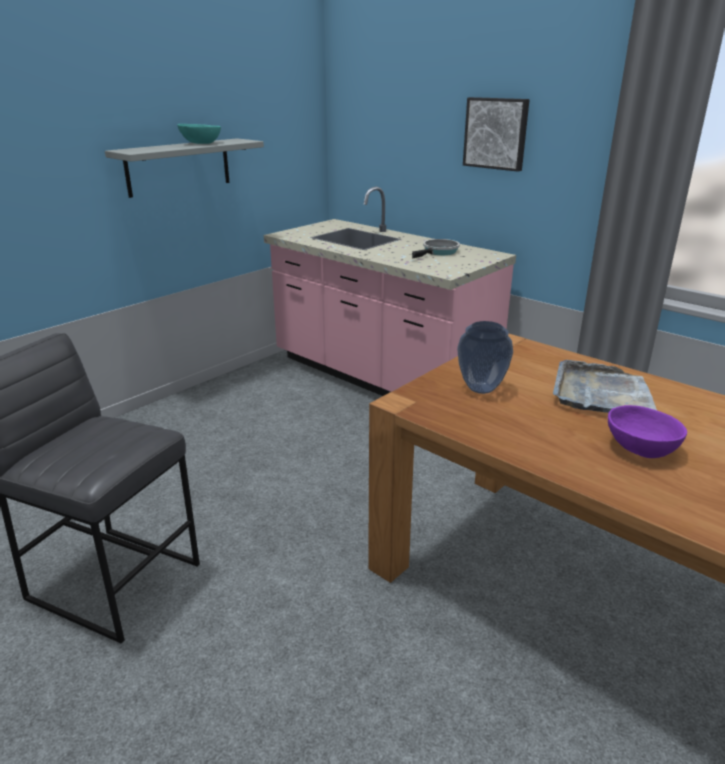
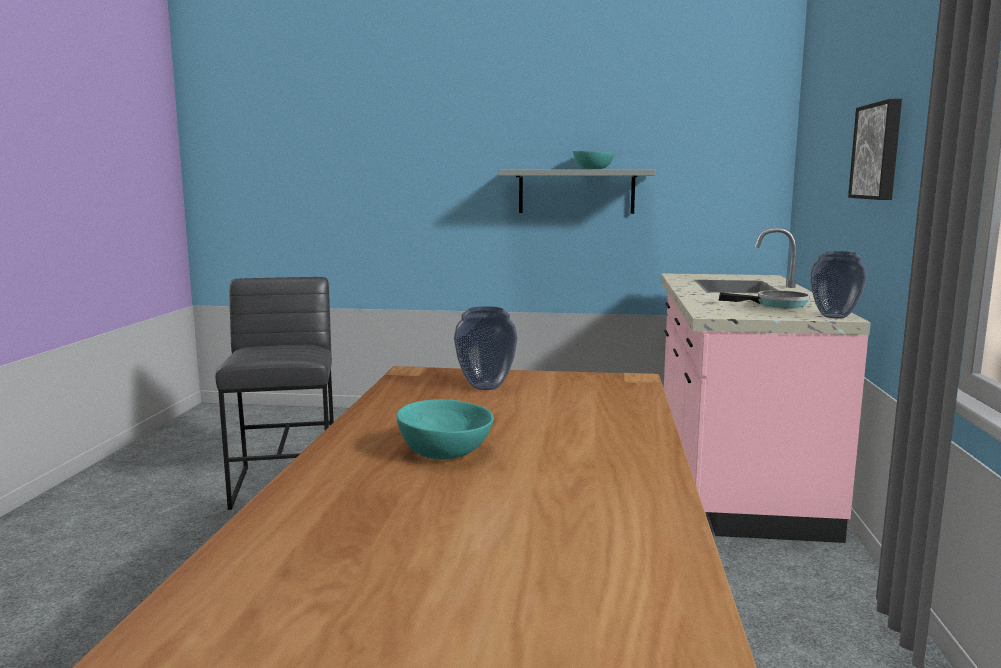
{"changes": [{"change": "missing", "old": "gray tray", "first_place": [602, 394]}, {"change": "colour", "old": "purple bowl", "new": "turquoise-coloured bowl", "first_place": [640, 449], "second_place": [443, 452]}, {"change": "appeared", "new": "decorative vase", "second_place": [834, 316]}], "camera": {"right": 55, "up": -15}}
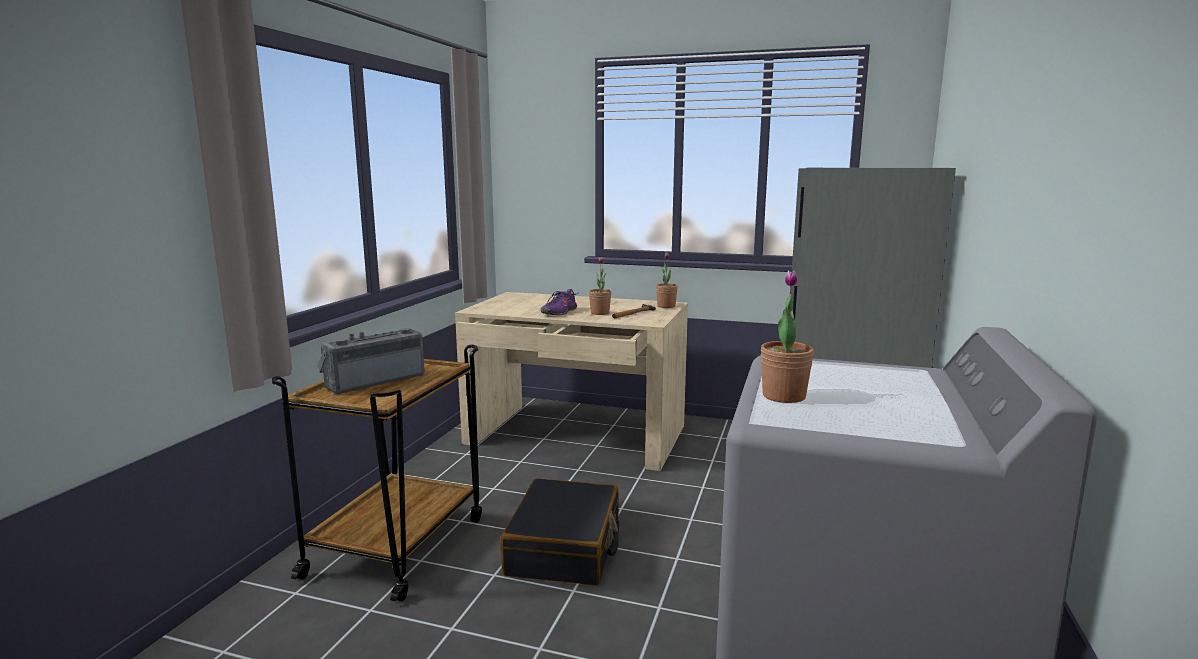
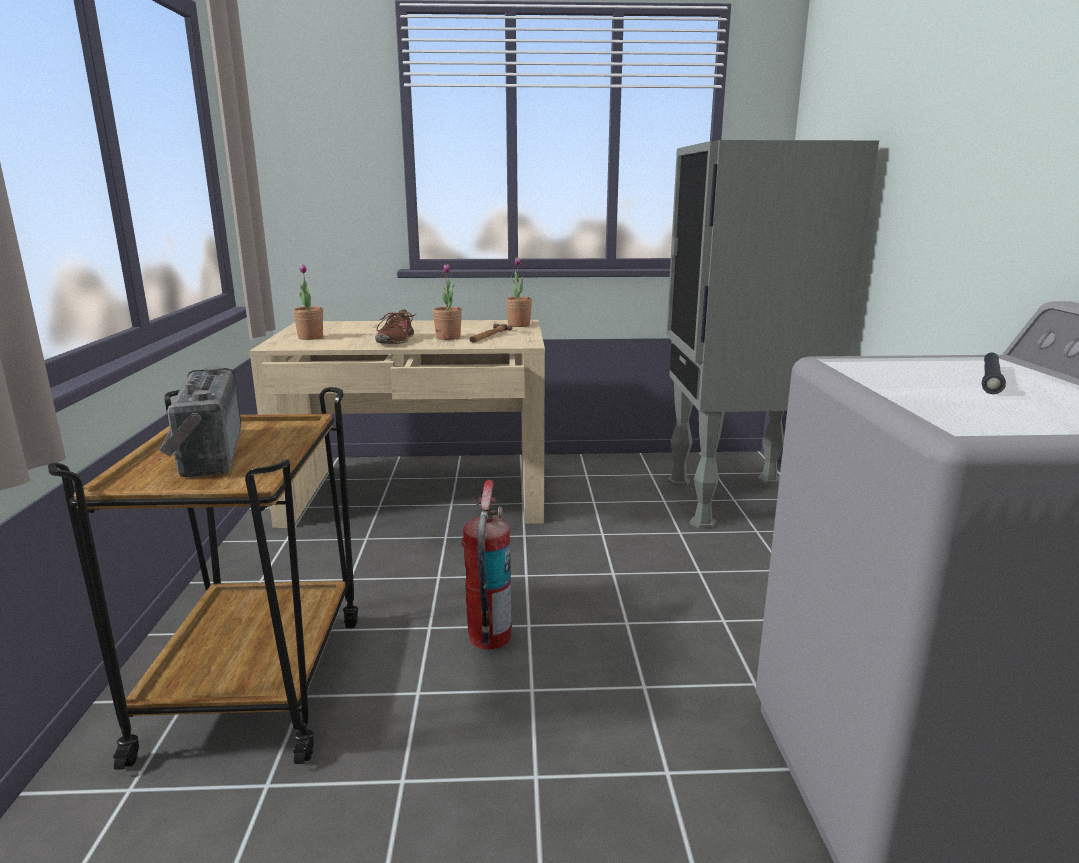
{"changes": [{"change": "spun", "old": "radio", "first_place": [374, 381], "second_place": [204, 453], "degrees": -45}, {"change": "exchanged", "old": "black suitcase", "new": "fire-fighting cylinder", "first_place": [565, 548], "second_place": [488, 637]}, {"change": "colour", "old": "purple low shoe", "new": "brown-coloured low shoe", "first_place": [559, 312], "second_place": [395, 340]}, {"change": "relocated", "old": "plant in a pot", "first_place": [783, 396], "second_place": [310, 337]}, {"change": "appeared", "new": "black flashlight", "second_place": [990, 379]}], "camera": {"right": -20, "up": 5}}
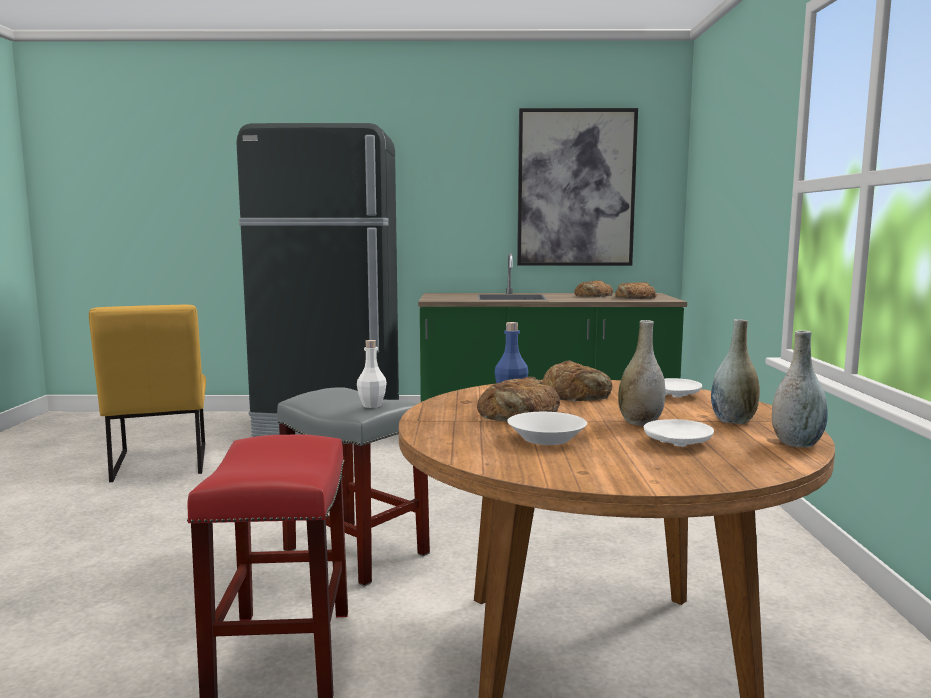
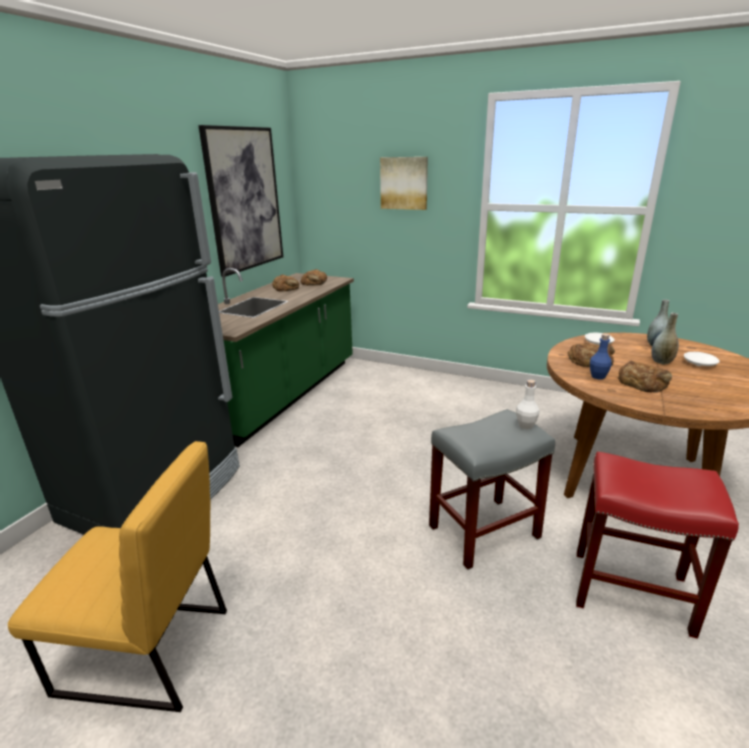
{"changes": [{"change": "missing", "old": "whitish bowl", "first_place": [547, 439]}, {"change": "missing", "old": "gray decorative vase", "first_place": [796, 443]}, {"change": "appeared", "new": "wall art", "second_place": [404, 183]}], "camera": {"right": -65, "up": 15}}
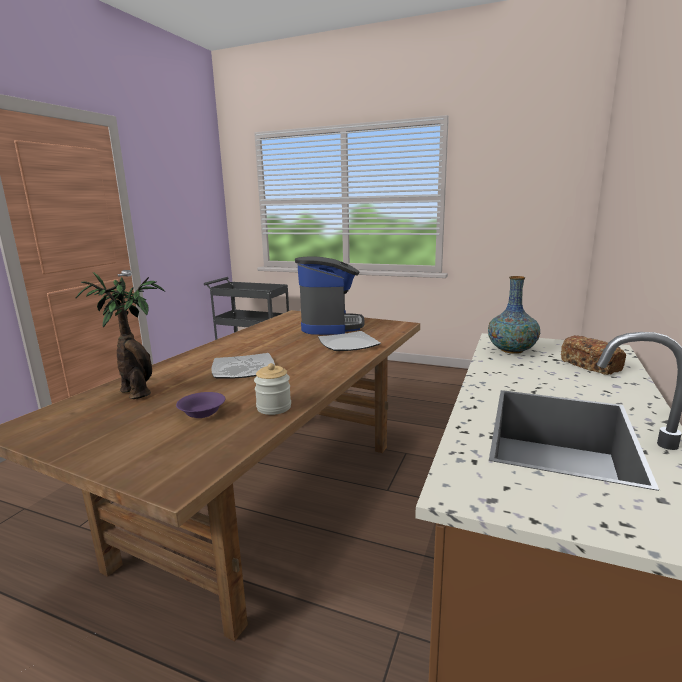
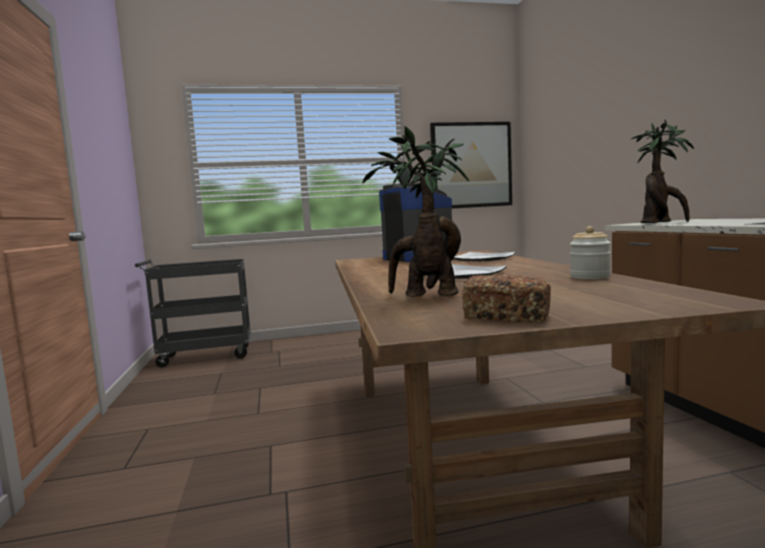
{"changes": [{"change": "missing", "old": "purple bowl", "first_place": [201, 413]}, {"change": "exchanged", "old": "decorative vase", "new": "plant in a pot", "first_place": [511, 350], "second_place": [661, 223]}, {"change": "relocated", "old": "bakery bread", "first_place": [590, 366], "second_place": [507, 317]}, {"change": "appeared", "new": "wall art", "second_place": [471, 165]}], "camera": {"right": -35, "up": -10}}
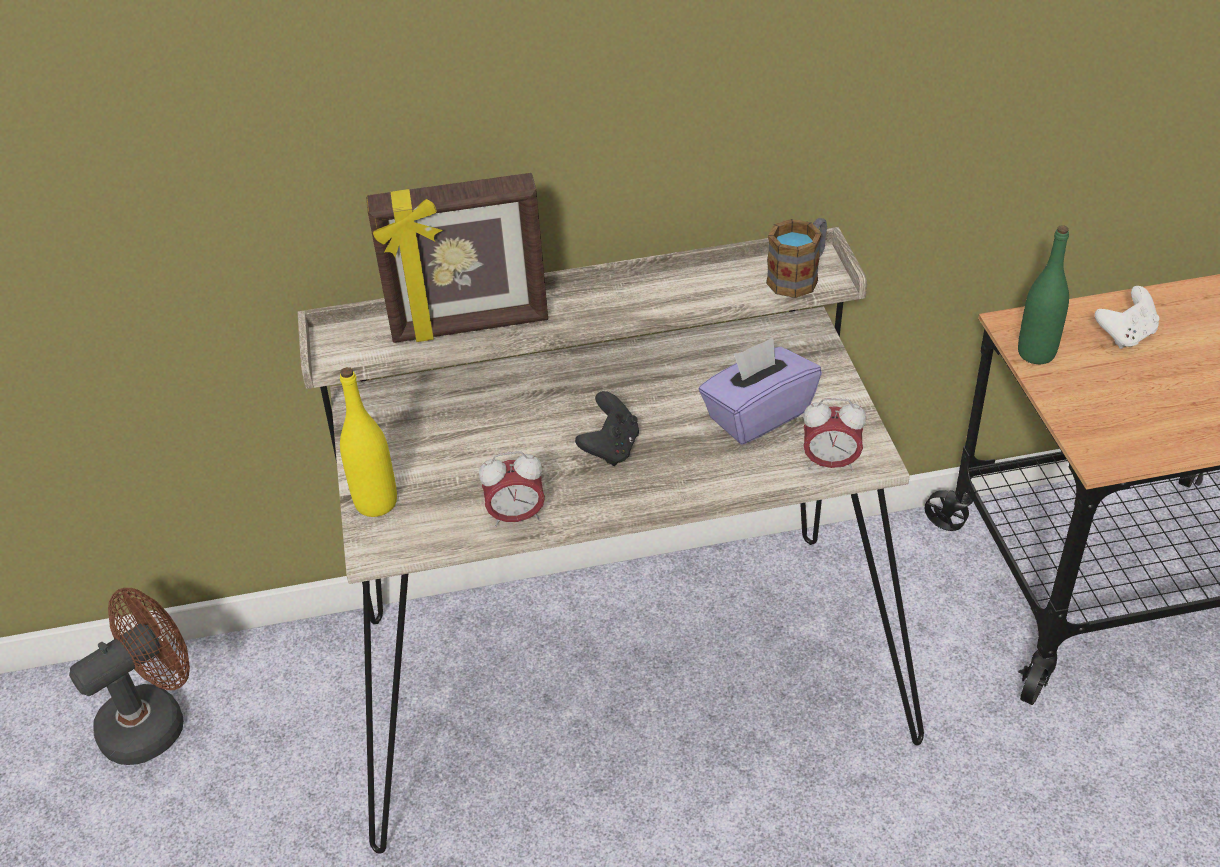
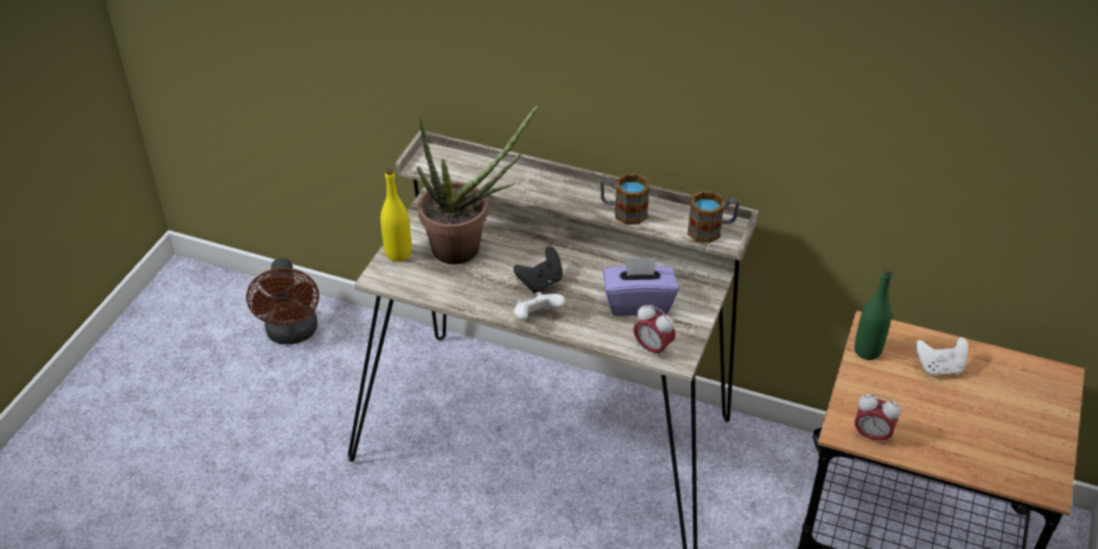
{"changes": [{"change": "spun", "old": "brown-coloured fan", "first_place": [154, 720], "second_place": [292, 334], "degrees": 90}, {"change": "missing", "old": "standing frame", "first_place": [470, 327]}, {"change": "relocated", "old": "bedside clock", "first_place": [516, 517], "second_place": [871, 435]}, {"change": "appeared", "new": "plant in a pot", "second_place": [467, 249]}, {"change": "appeared", "new": "whitish joypad", "second_place": [536, 318]}, {"change": "appeared", "new": "tea mug", "second_place": [623, 212]}], "camera": {"right": 30, "up": 0}}
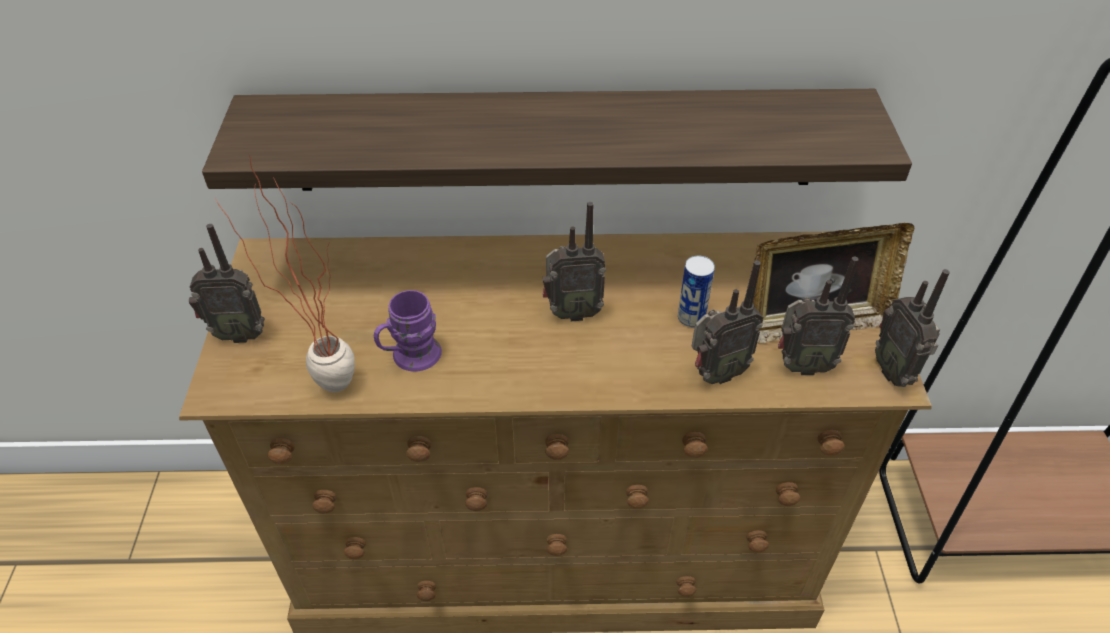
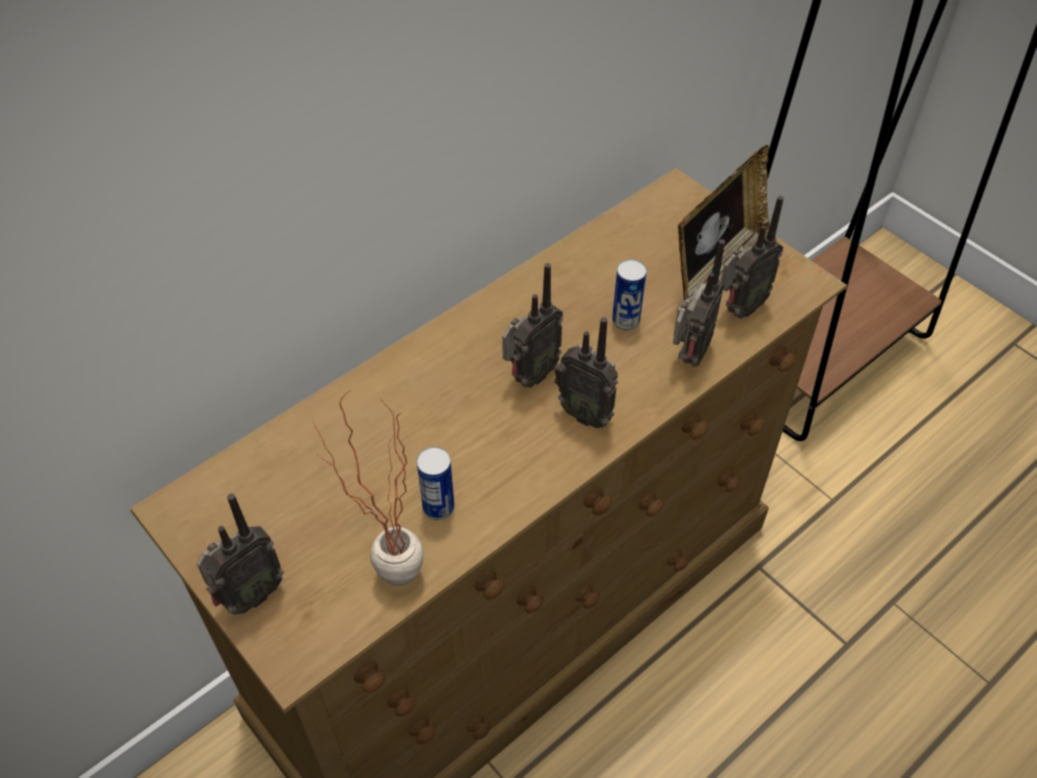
{"changes": [{"change": "missing", "old": "shelf", "first_place": [556, 140]}, {"change": "exchanged", "old": "purple tea mug", "new": "can", "first_place": [410, 358], "second_place": [438, 507]}, {"change": "relocated", "old": "radio", "first_place": [894, 371], "second_place": [585, 413]}], "camera": {"right": -40, "up": 5}}
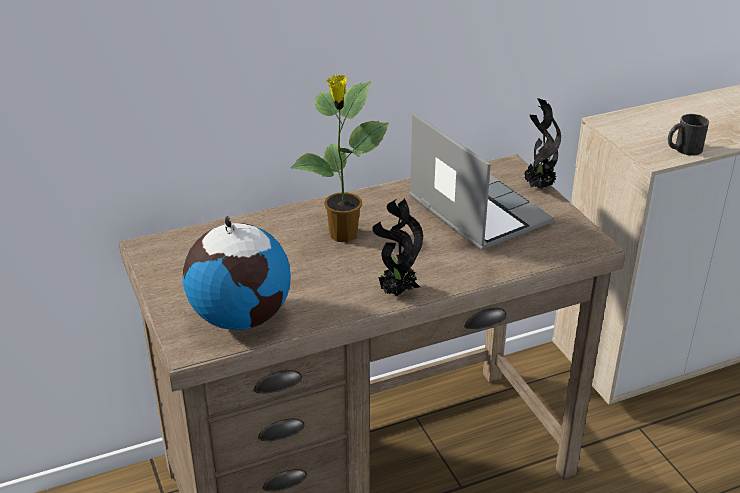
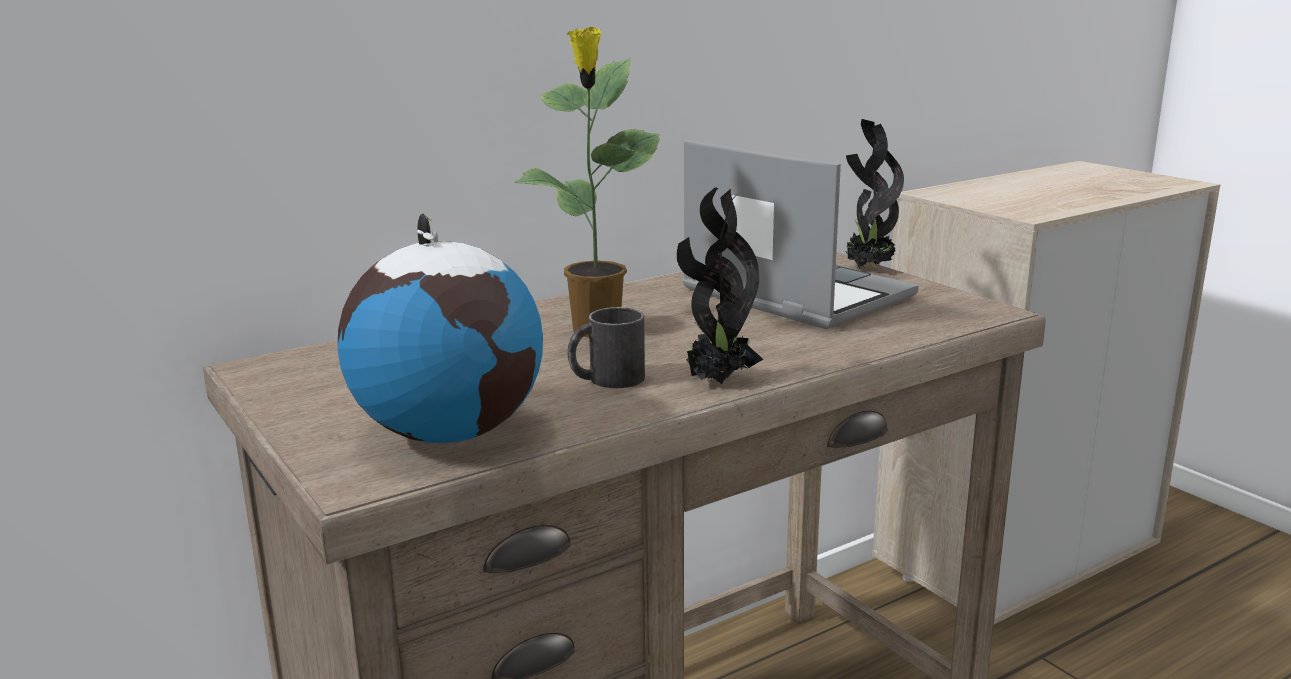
{"changes": [{"change": "relocated", "old": "black tea mug", "first_place": [683, 149], "second_place": [606, 379]}], "camera": {"right": -10, "up": -15}}
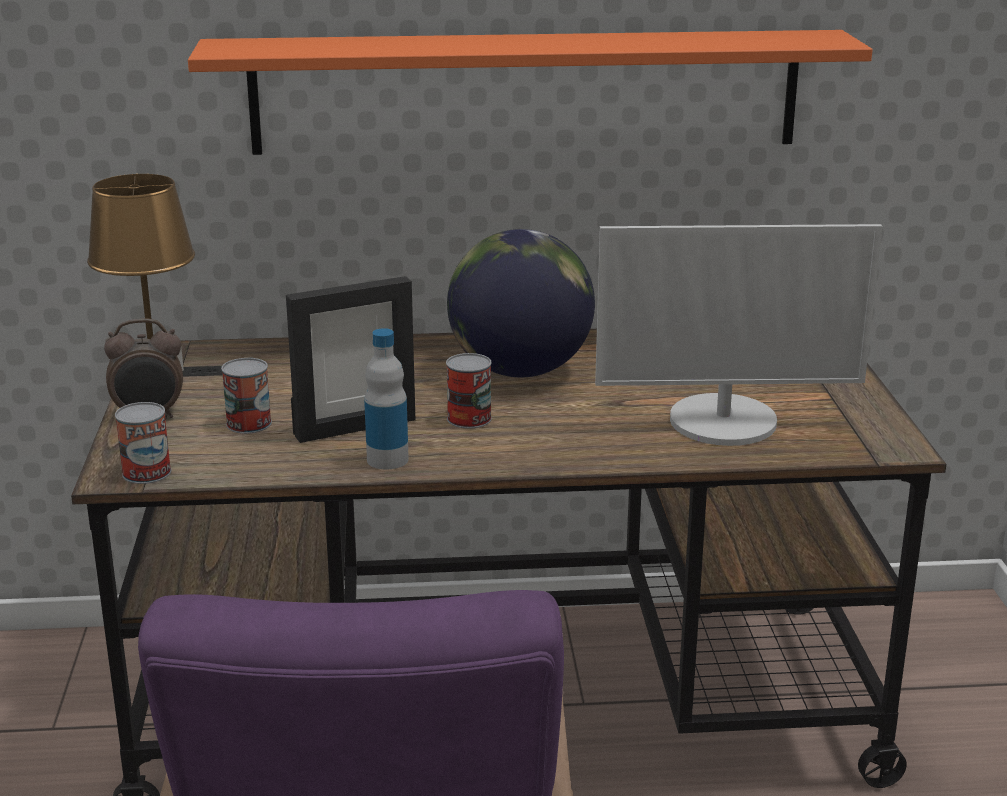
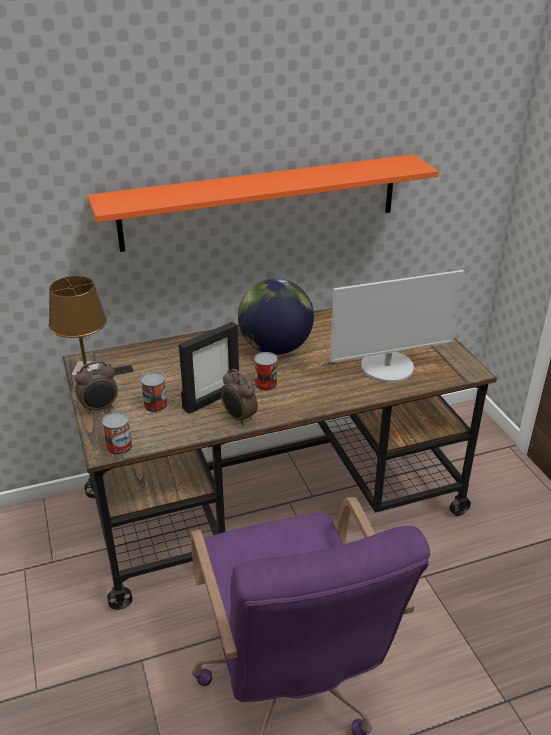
{"changes": [{"change": "exchanged", "old": "bottle", "new": "bedside clock", "first_place": [387, 460], "second_place": [239, 418]}], "camera": {"right": -15, "up": 10}}
